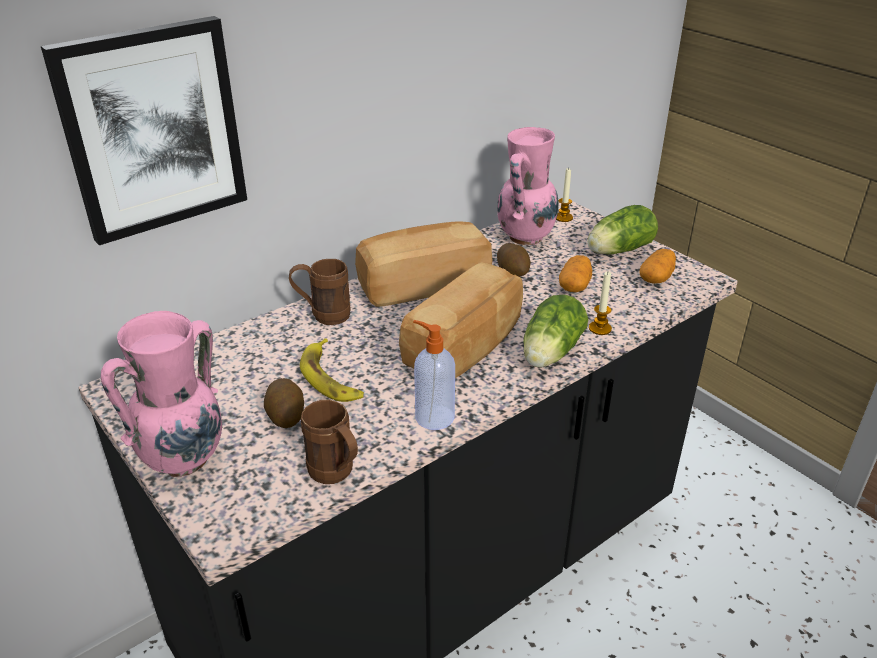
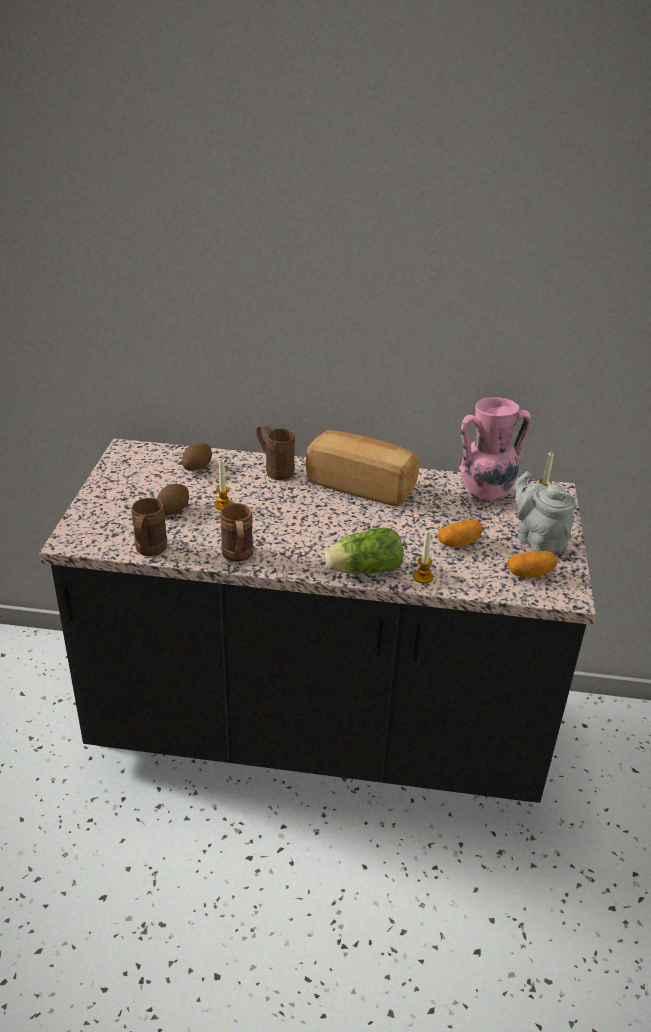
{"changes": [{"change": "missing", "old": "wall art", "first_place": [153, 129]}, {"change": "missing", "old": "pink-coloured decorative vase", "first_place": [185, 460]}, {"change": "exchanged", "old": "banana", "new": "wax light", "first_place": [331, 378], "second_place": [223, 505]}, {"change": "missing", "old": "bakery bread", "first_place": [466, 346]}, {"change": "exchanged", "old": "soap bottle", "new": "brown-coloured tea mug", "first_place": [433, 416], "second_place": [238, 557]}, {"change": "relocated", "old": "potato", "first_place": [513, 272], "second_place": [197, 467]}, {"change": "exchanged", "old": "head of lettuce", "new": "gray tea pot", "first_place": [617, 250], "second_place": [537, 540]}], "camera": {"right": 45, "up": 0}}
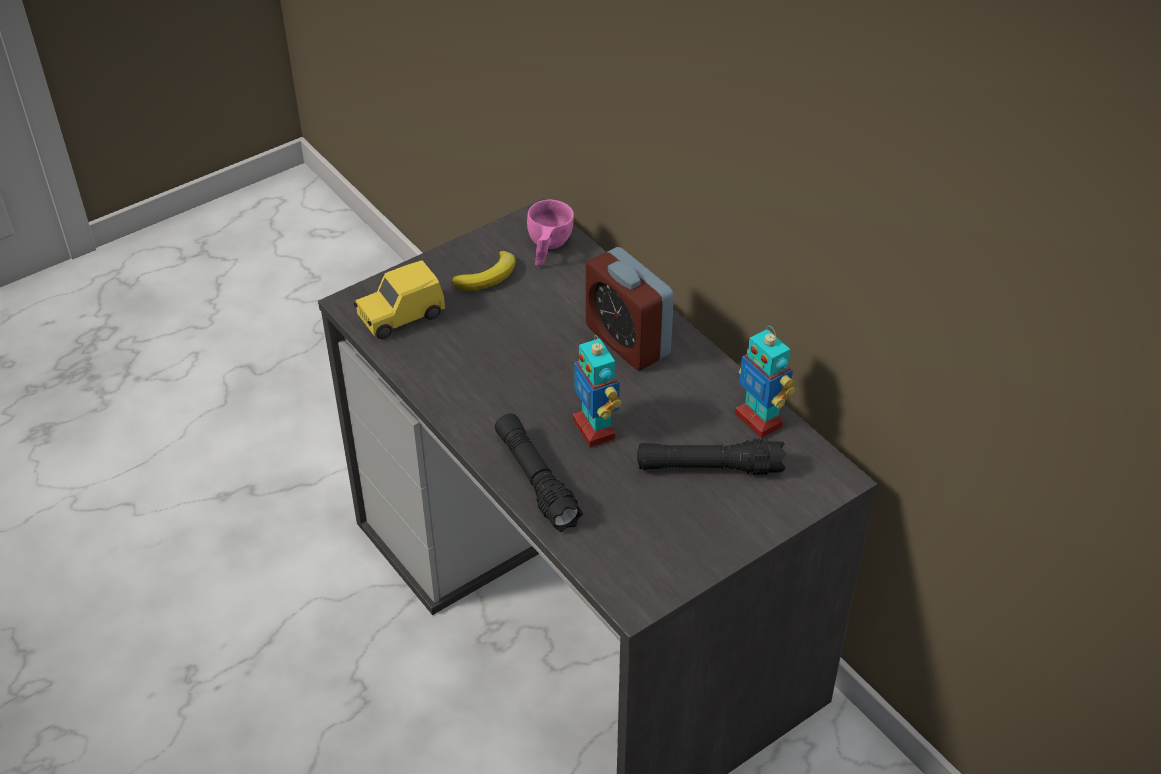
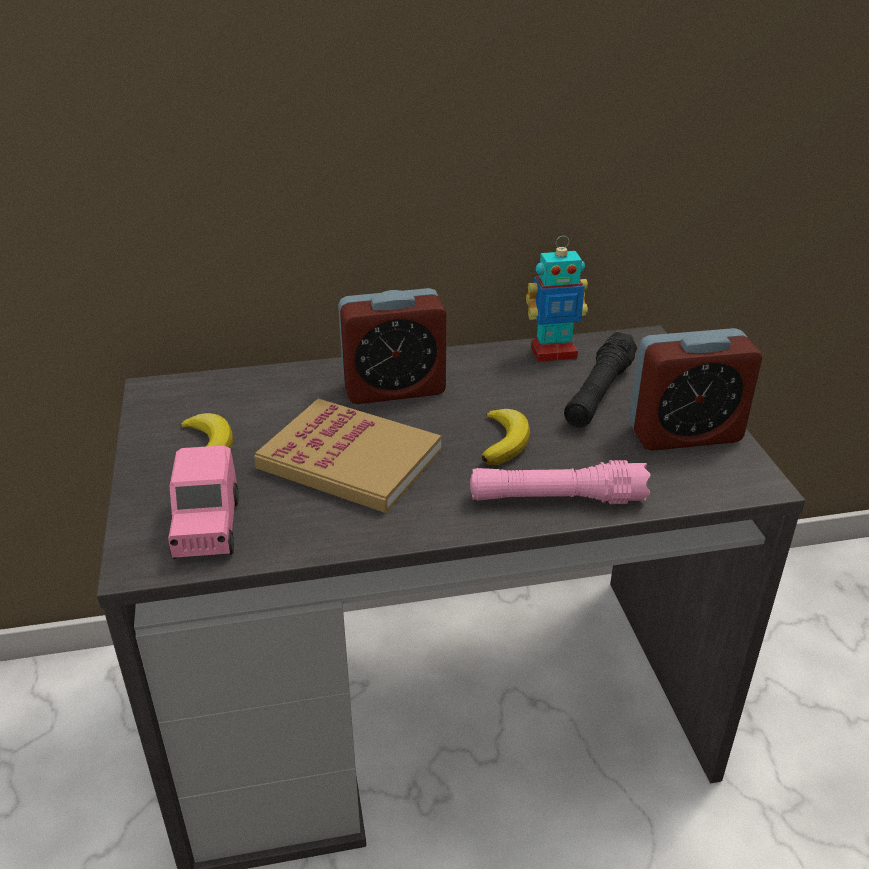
{"changes": [{"change": "colour", "old": "yellow-coloured model car", "new": "pink-coloured model car", "first_place": [400, 317], "second_place": [207, 528]}, {"change": "colour", "old": "black flashlight", "new": "pink-coloured flashlight", "first_place": [536, 480], "second_place": [556, 498]}, {"change": "missing", "old": "pink-coloured small cup", "first_place": [547, 248]}, {"change": "exchanged", "old": "model robot", "new": "banana", "first_place": [595, 429], "second_place": [504, 441]}, {"change": "appeared", "new": "bound book", "second_place": [349, 460]}, {"change": "appeared", "new": "bedside clock", "second_place": [684, 433]}], "camera": {"right": -65, "up": -10}}
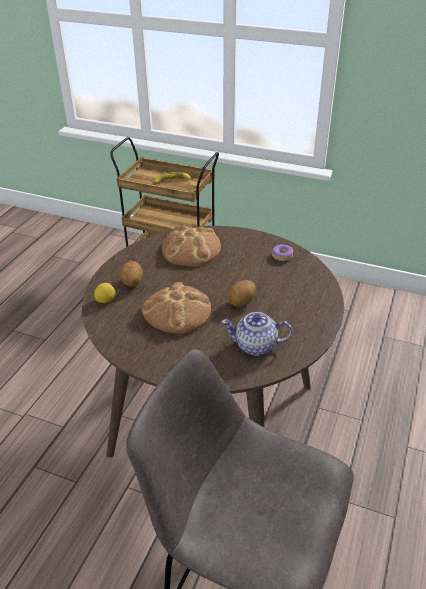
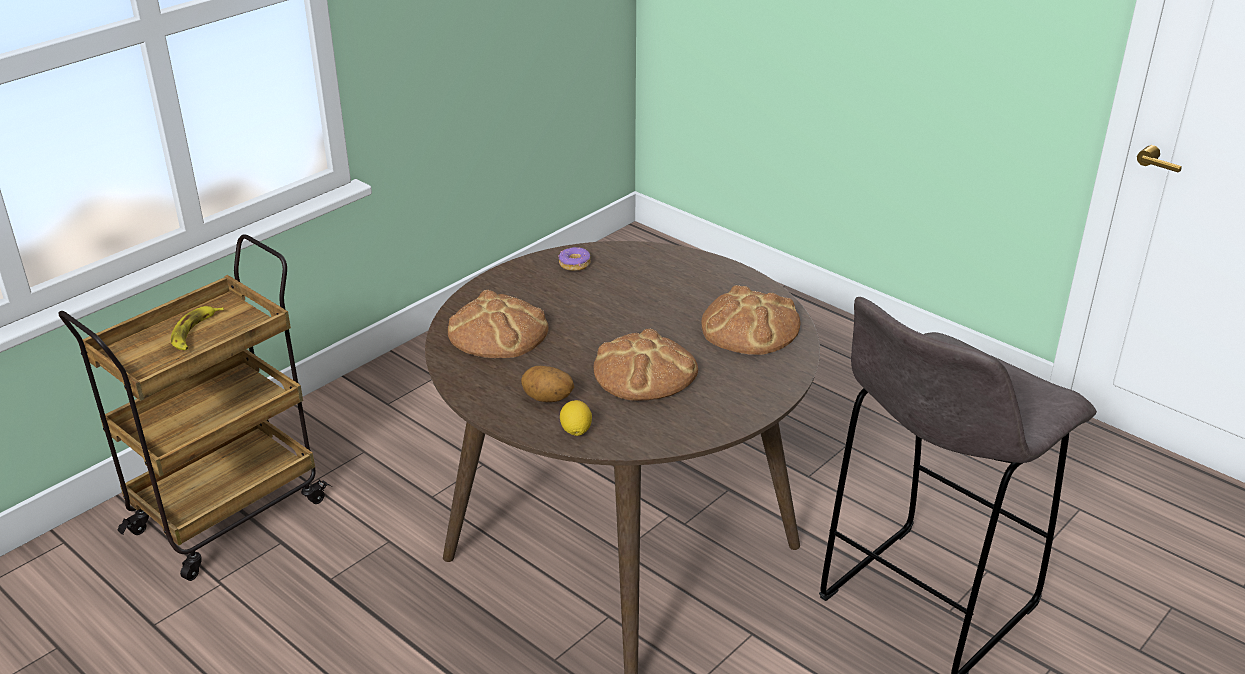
{"changes": [{"change": "exchanged", "old": "tea pot", "new": "bakery bread", "first_place": [256, 346], "second_place": [750, 327]}, {"change": "missing", "old": "potato", "first_place": [242, 302]}], "camera": {"right": -70, "up": -5}}
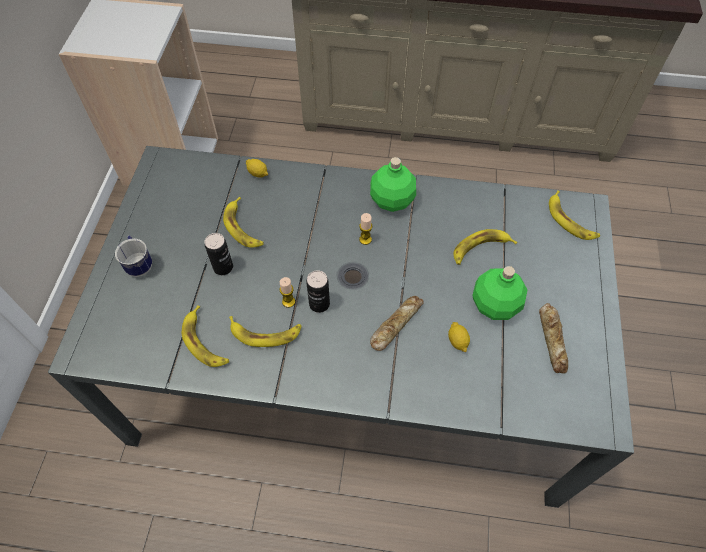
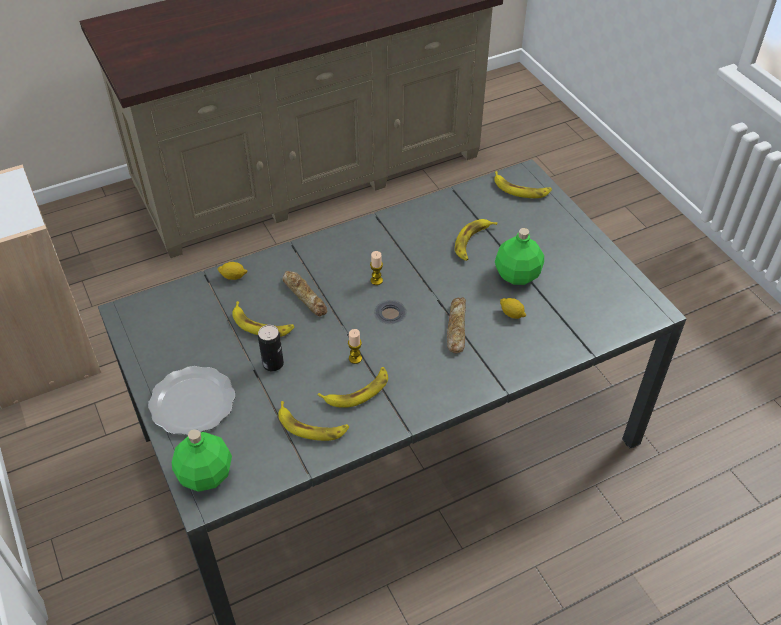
{"changes": [{"change": "exchanged", "old": "tea mug", "new": "dinner plate", "first_place": [139, 264], "second_place": [191, 403]}, {"change": "missing", "old": "can", "first_place": [319, 304]}, {"change": "relocated", "old": "greenish bottle", "first_place": [391, 200], "second_place": [204, 475]}, {"change": "relocated", "old": "bakery bread", "first_place": [553, 340], "second_place": [305, 296]}], "camera": {"right": -35, "up": -10}}
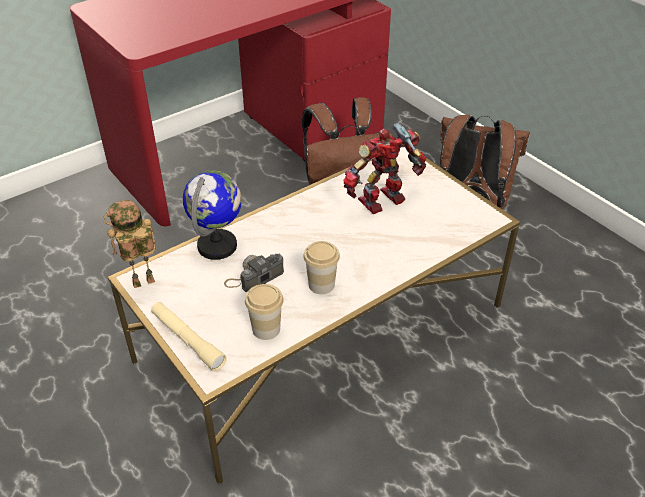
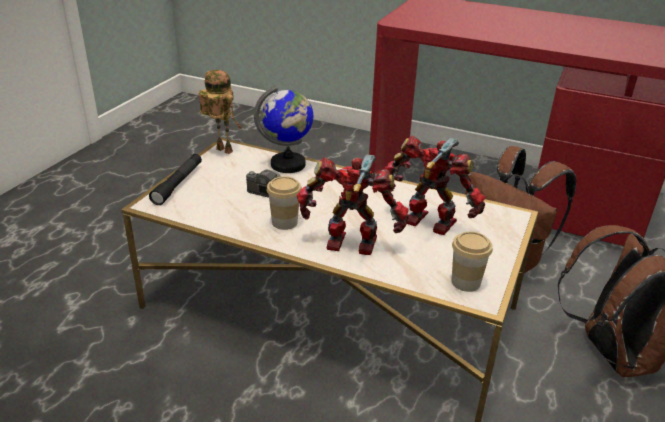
{"changes": [{"change": "colour", "old": "sand-coloured flashlight", "new": "black flashlight", "first_place": [188, 340], "second_place": [178, 184]}, {"change": "relocated", "old": "small cup", "first_place": [266, 329], "second_place": [466, 282]}, {"change": "appeared", "new": "model robot", "second_place": [351, 246]}], "camera": {"right": 60, "up": -10}}
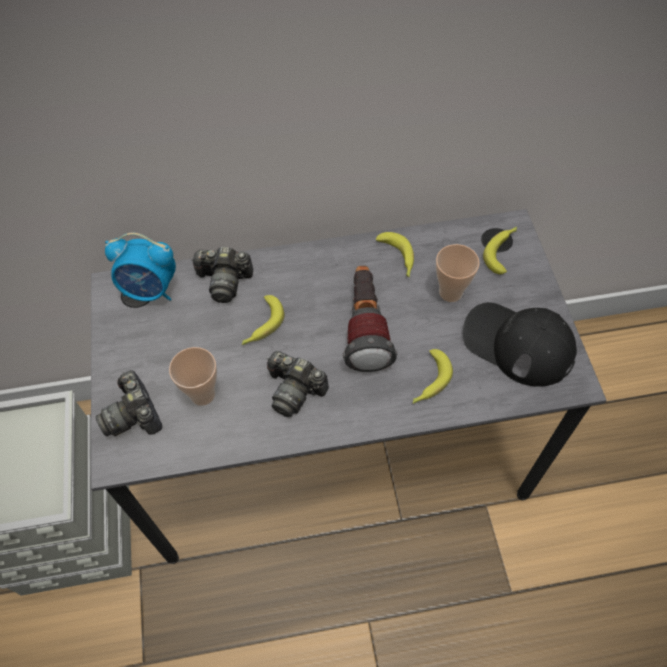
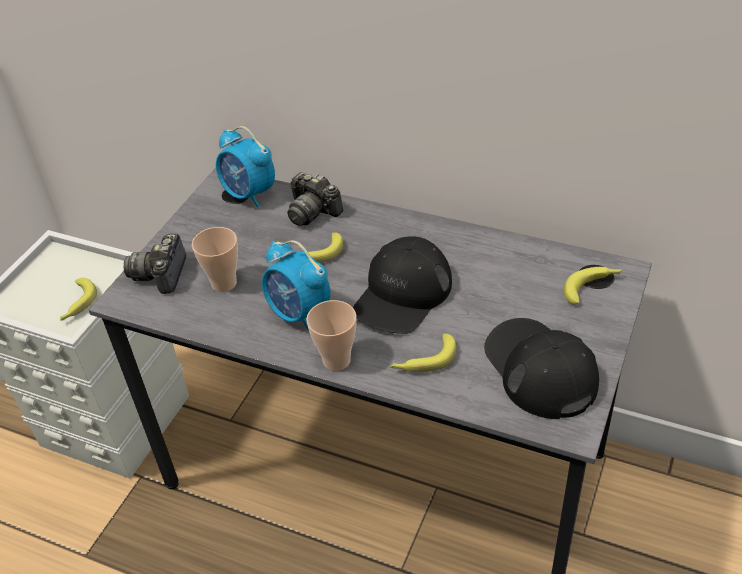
{"changes": [{"change": "exchanged", "old": "photo camera", "new": "bedside clock", "first_place": [294, 390], "second_place": [299, 314]}, {"change": "exchanged", "old": "flashlight", "new": "black cap", "first_place": [365, 328], "second_place": [402, 294]}, {"change": "relocated", "old": "banana", "first_place": [397, 258], "second_place": [77, 304]}, {"change": "relocated", "old": "small cup", "first_place": [450, 292], "second_place": [336, 360]}], "camera": {"right": 35, "up": -15}}
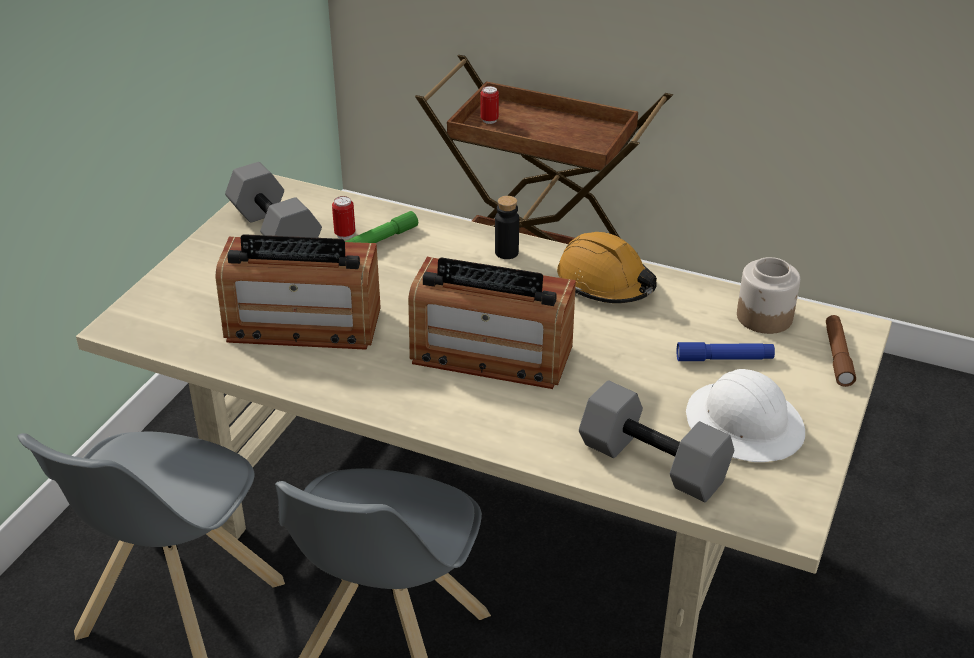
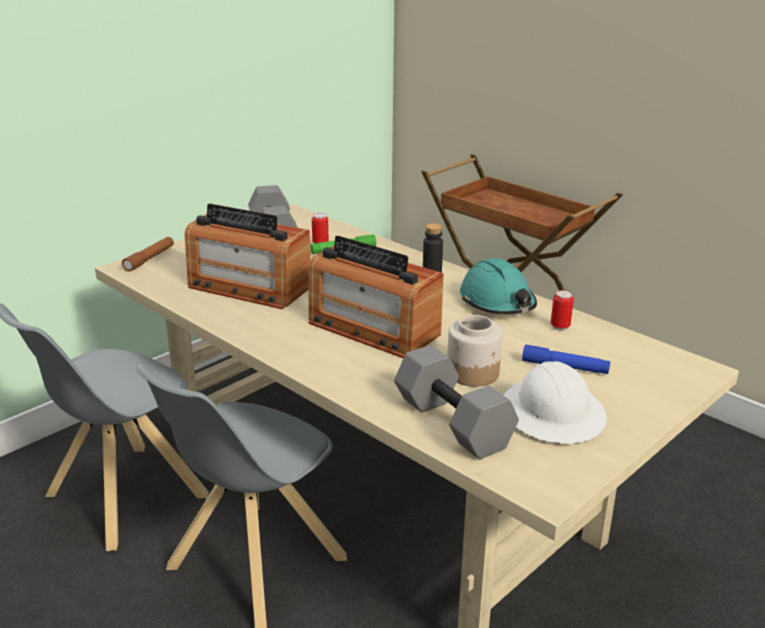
{"changes": [{"change": "relocated", "old": "can", "first_place": [489, 120], "second_place": [560, 327]}, {"change": "colour", "old": "orangey safety helmet", "new": "turquoise-coloured safety helmet", "first_place": [606, 283], "second_place": [497, 302]}, {"change": "relocated", "old": "preserve jar", "first_place": [765, 317], "second_place": [473, 373]}, {"change": "relocated", "old": "brown-coloured flashlight", "first_place": [837, 356], "second_place": [149, 259]}], "camera": {"right": 20, "up": -10}}
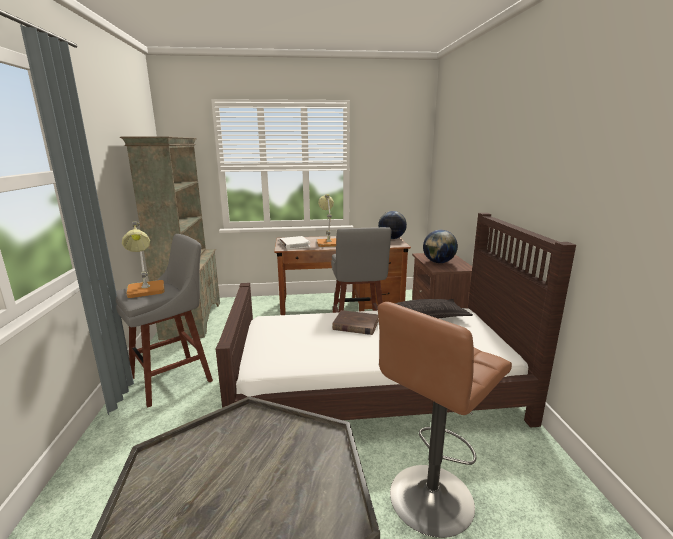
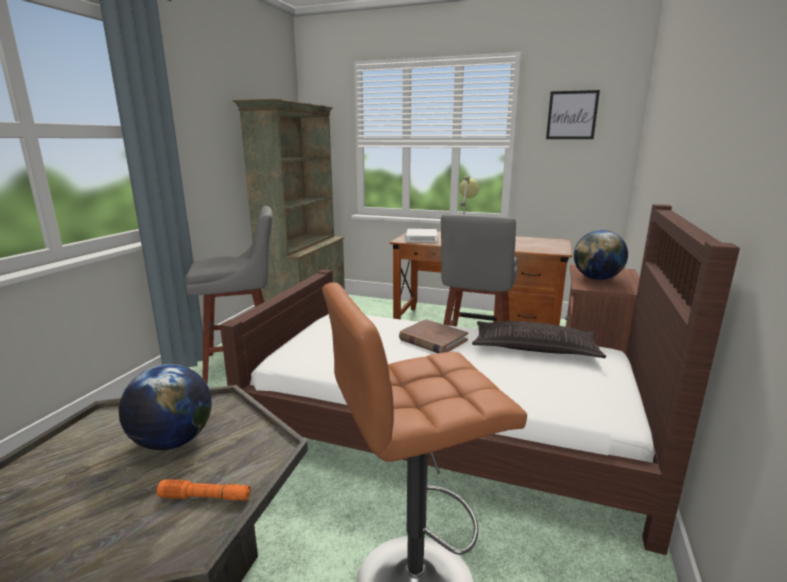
{"changes": [{"change": "missing", "old": "tabletop lamp", "first_place": [146, 292]}, {"change": "relocated", "old": "globe", "first_place": [391, 238], "second_place": [172, 441]}, {"change": "appeared", "new": "orangey flashlight", "second_place": [205, 497]}, {"change": "appeared", "new": "wall art", "second_place": [572, 115]}], "camera": {"right": 25, "up": 0}}
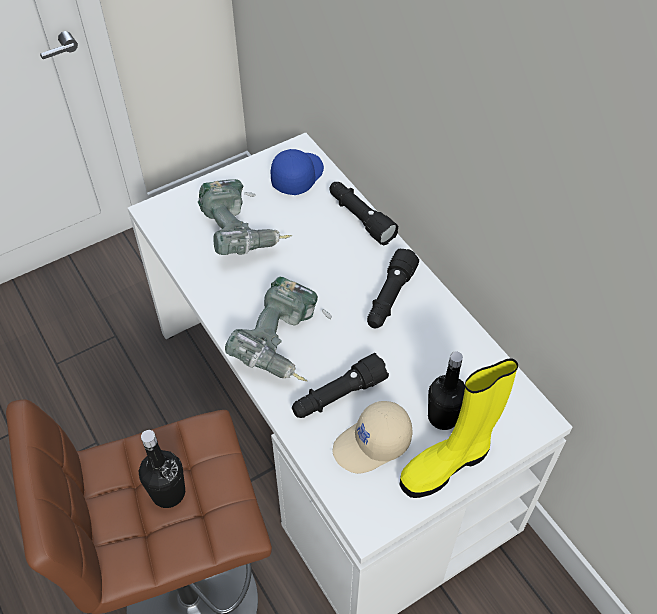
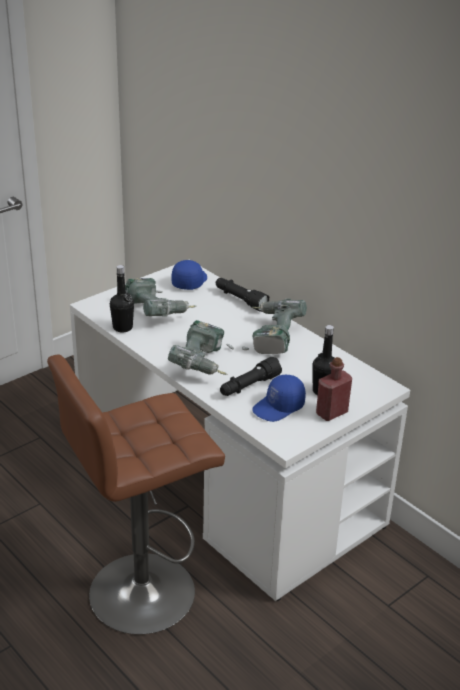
{"changes": [{"change": "relocated", "old": "black bottle", "first_place": [168, 493], "second_place": [122, 327]}, {"change": "colour", "old": "sand-coloured cap", "new": "bluish cap", "first_place": [372, 445], "second_place": [279, 407]}, {"change": "exchanged", "old": "black flashlight", "new": "power drill", "first_place": [389, 298], "second_place": [271, 337]}, {"change": "exchanged", "old": "yellow-coloured tall boot", "new": "red bottle", "first_place": [447, 465], "second_place": [331, 413]}], "camera": {"right": -10, "up": -20}}
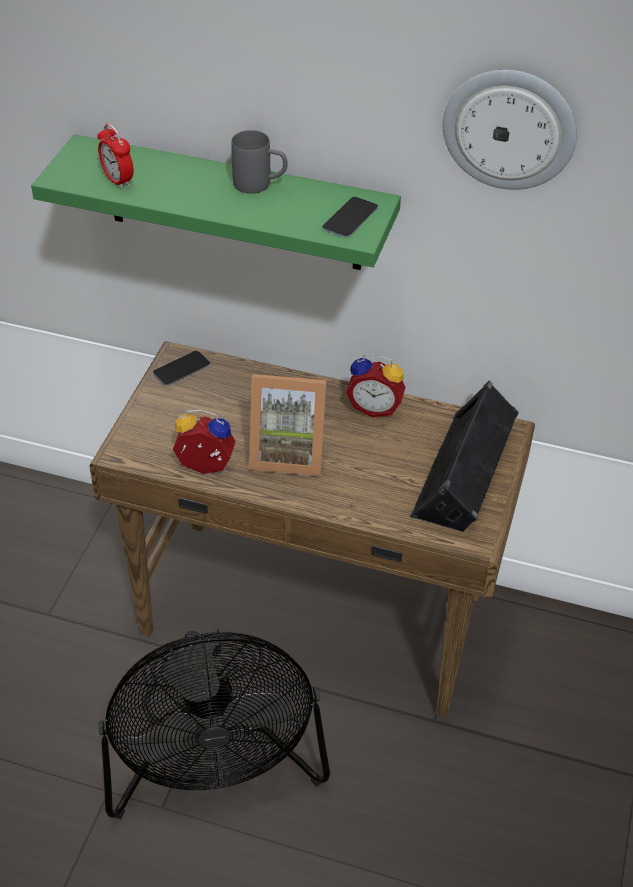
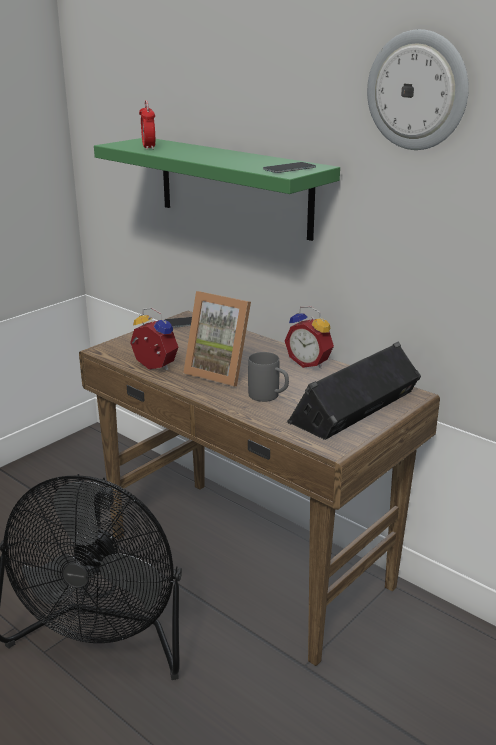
{"changes": [{"change": "relocated", "old": "gray tea mug", "first_place": [260, 185], "second_place": [269, 397]}], "camera": {"right": 25, "up": -20}}
